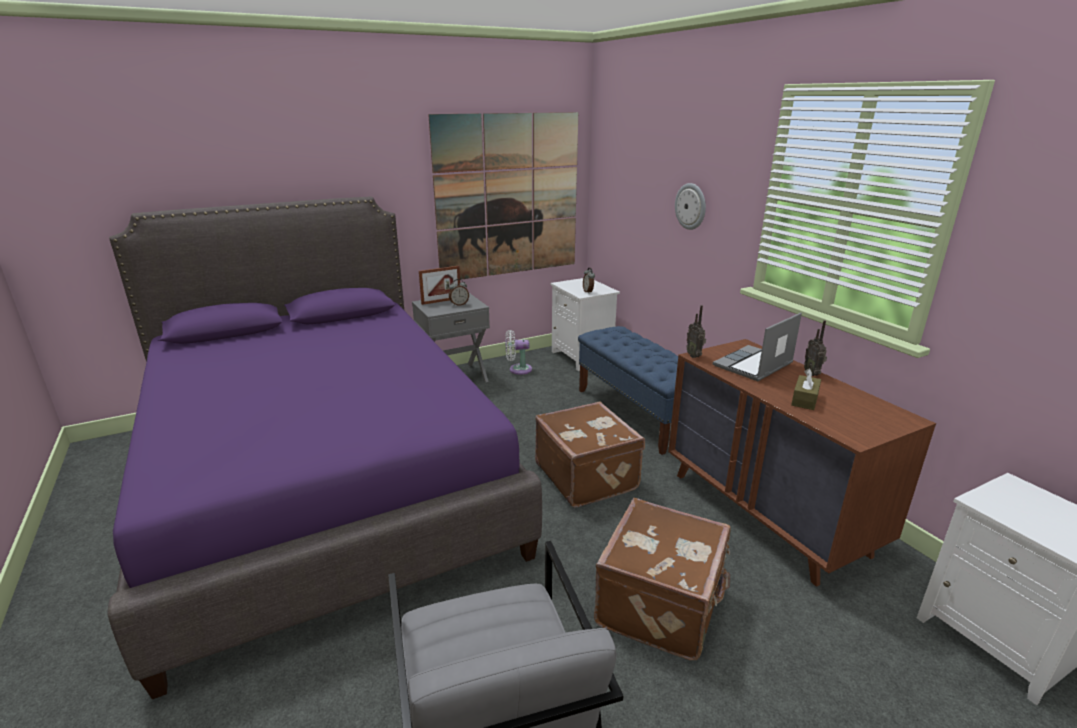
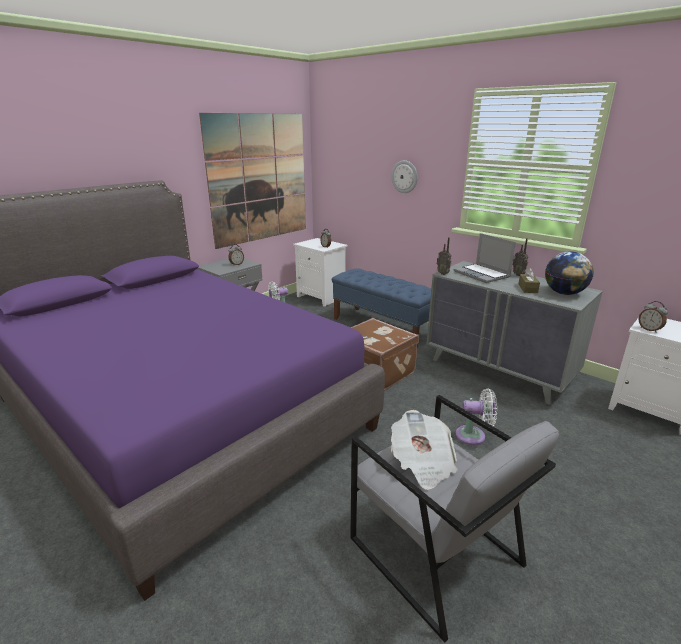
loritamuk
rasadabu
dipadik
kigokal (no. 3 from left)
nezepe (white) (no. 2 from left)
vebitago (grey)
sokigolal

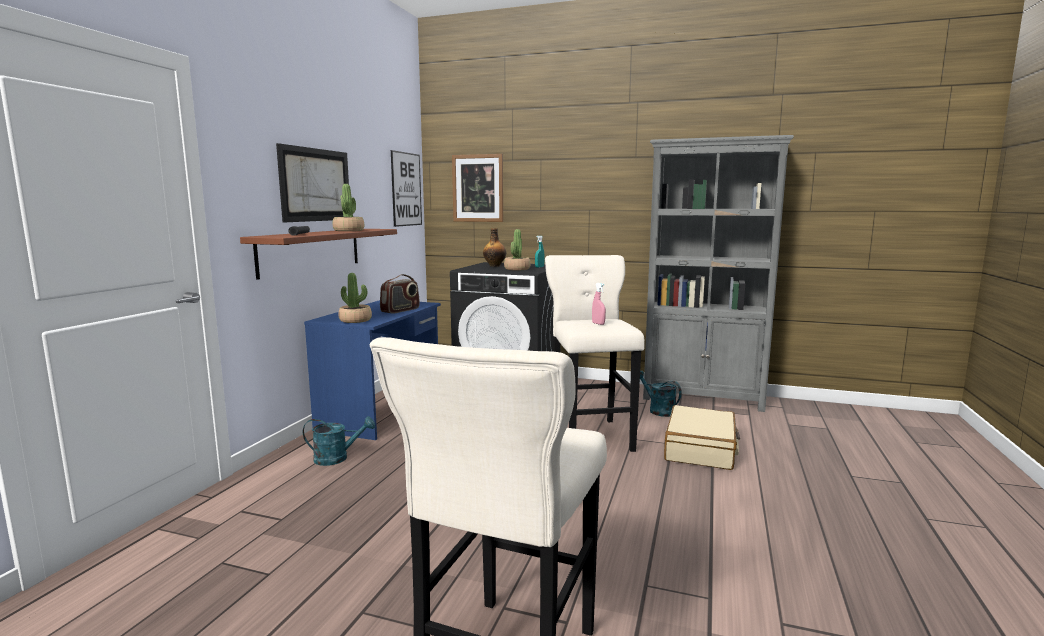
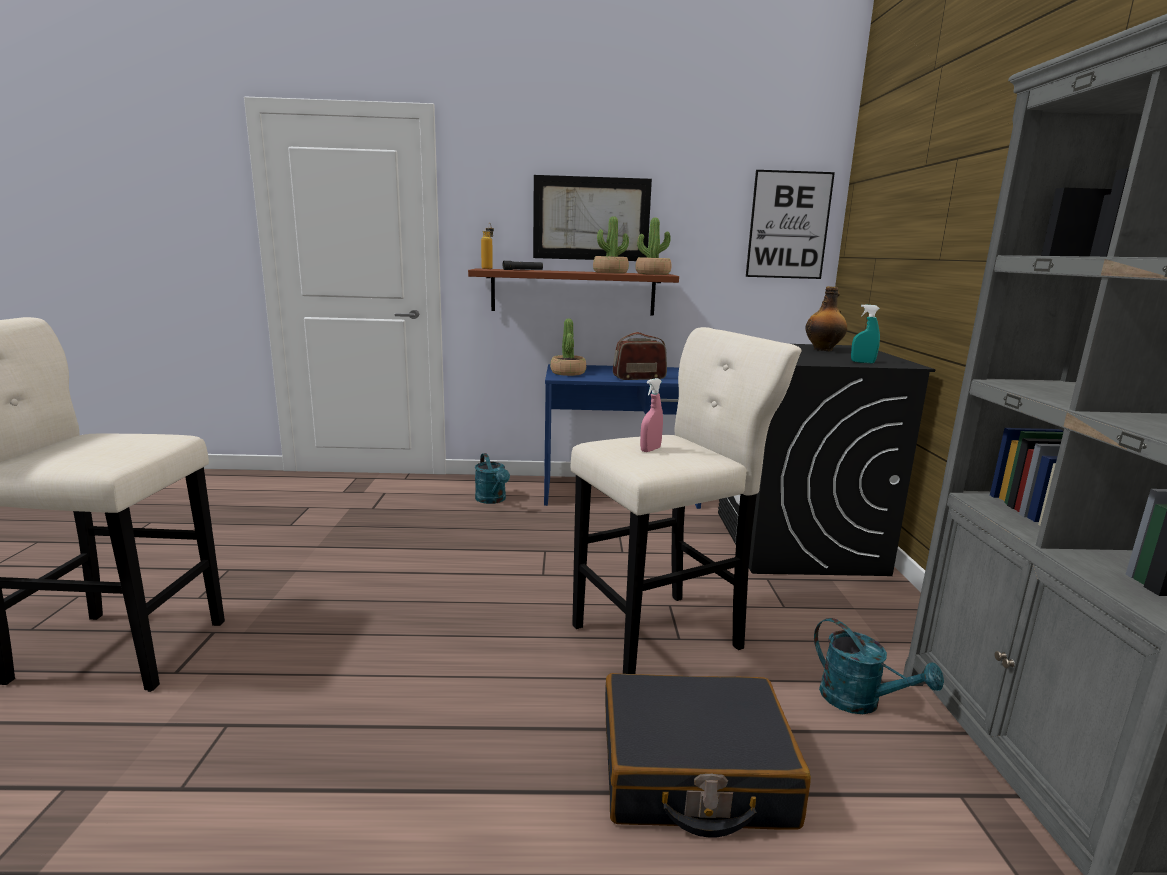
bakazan (no. 3 from left in the first image)
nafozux (no. 1 from left)
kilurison (no. 3 from left)
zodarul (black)
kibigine
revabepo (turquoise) (no. 2 from left)

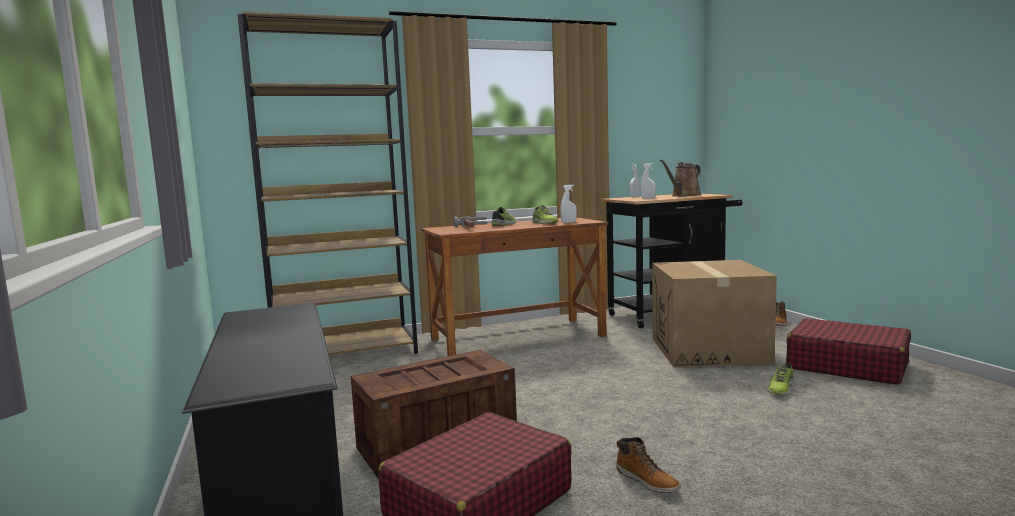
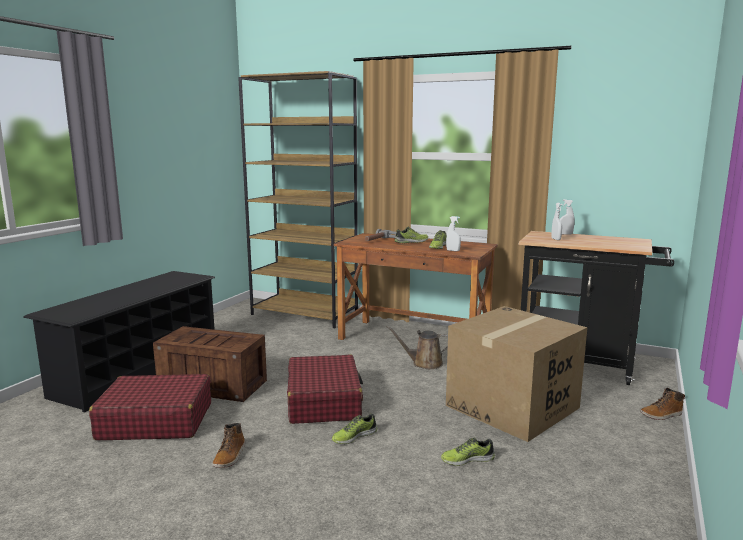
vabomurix (no. 1 from left)
revabepo (brown)
zodarul (red) (no. 2 from left)

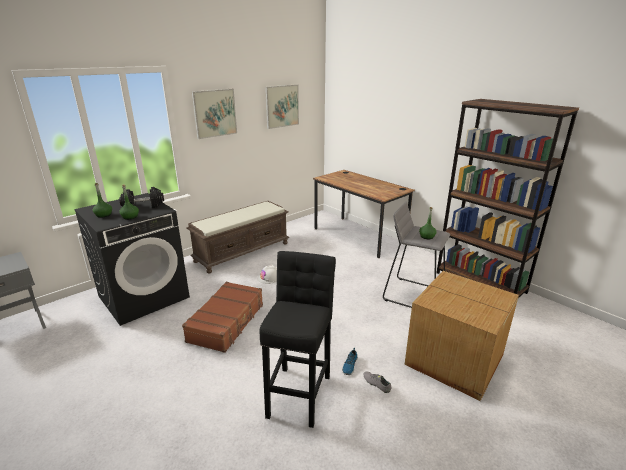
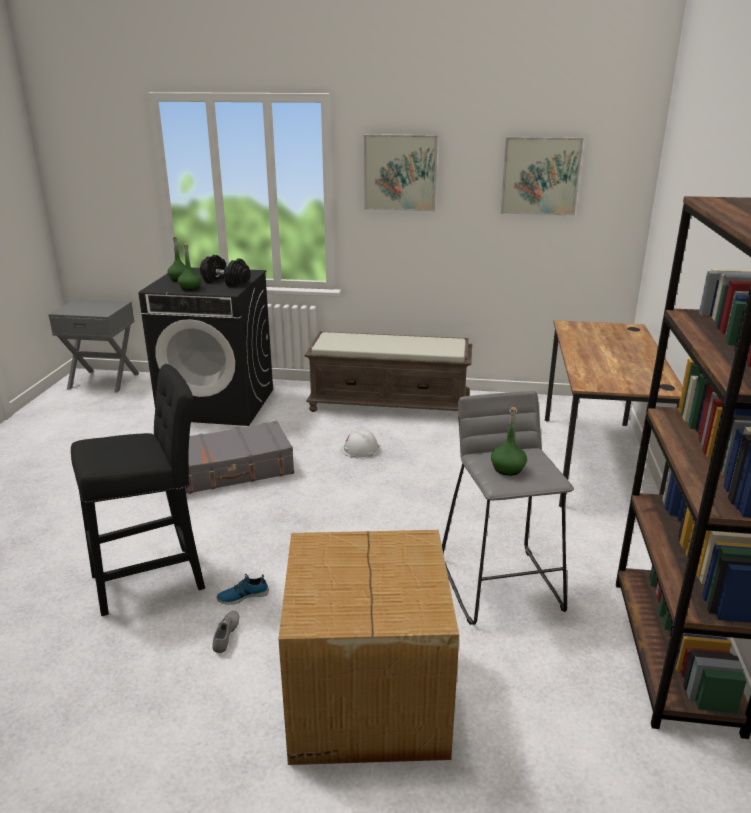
zodarul (grey)

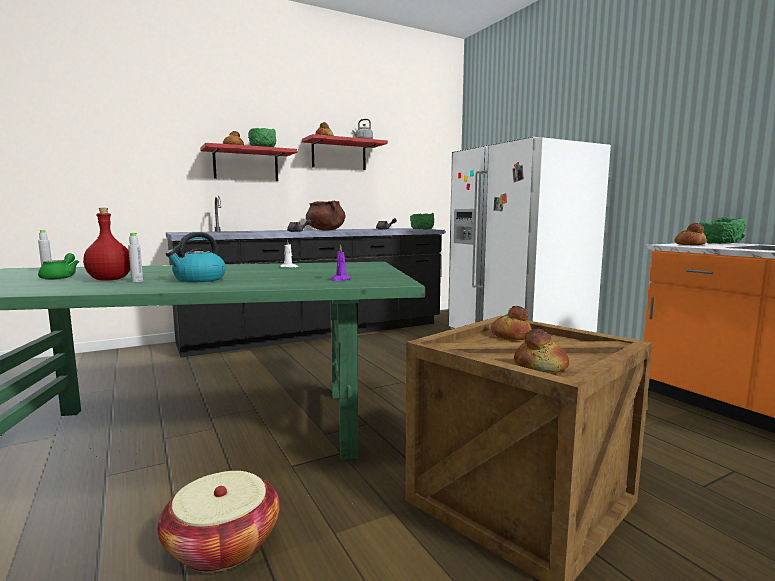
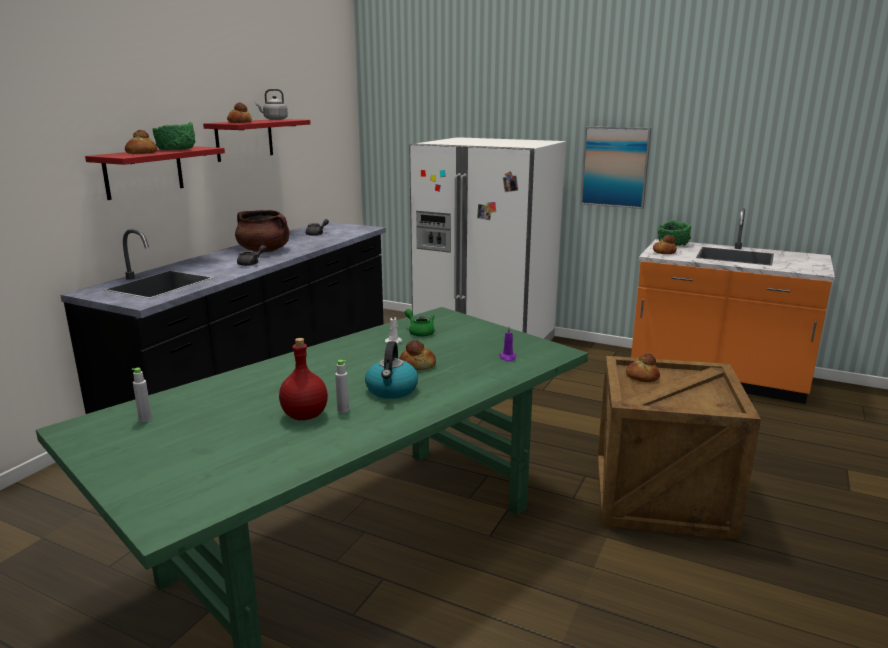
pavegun
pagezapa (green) (no. 2 from left in the first image)
bakazan
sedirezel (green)
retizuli (no. 3 from left)

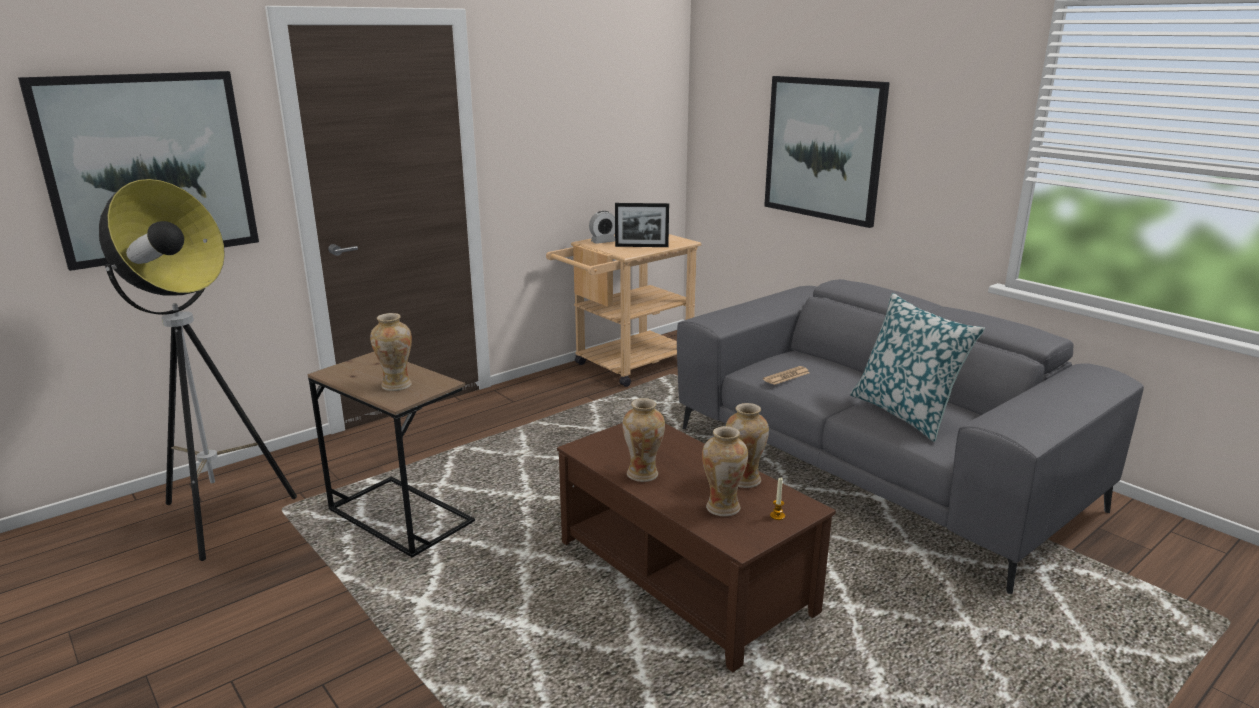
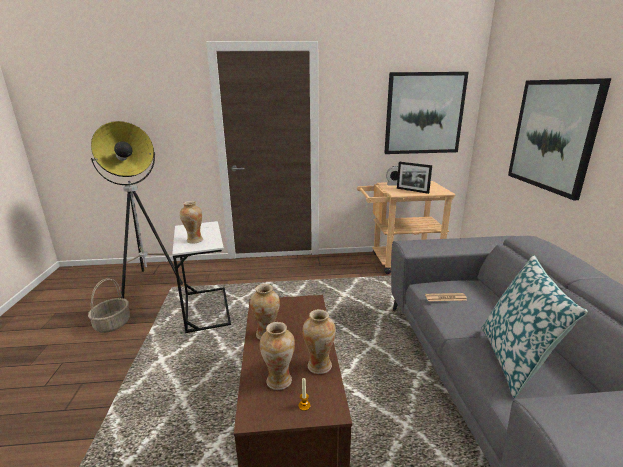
pavegun
bakazan (no. 1 from left)
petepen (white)

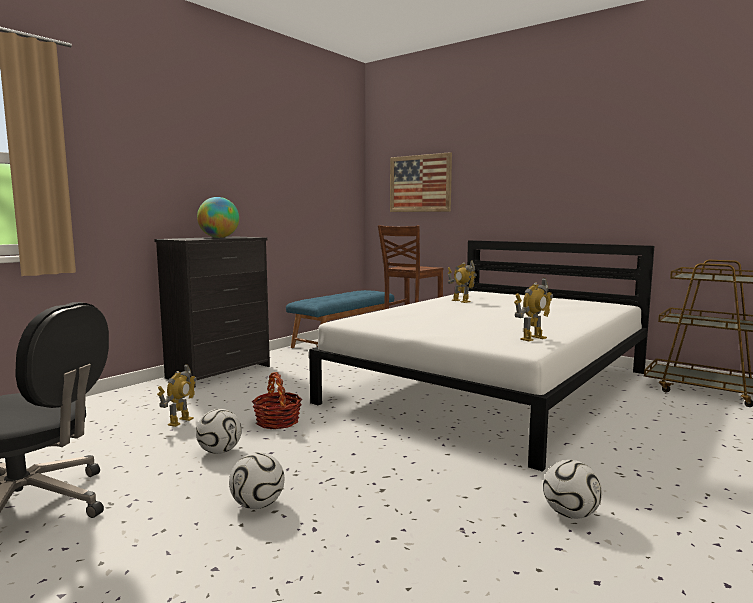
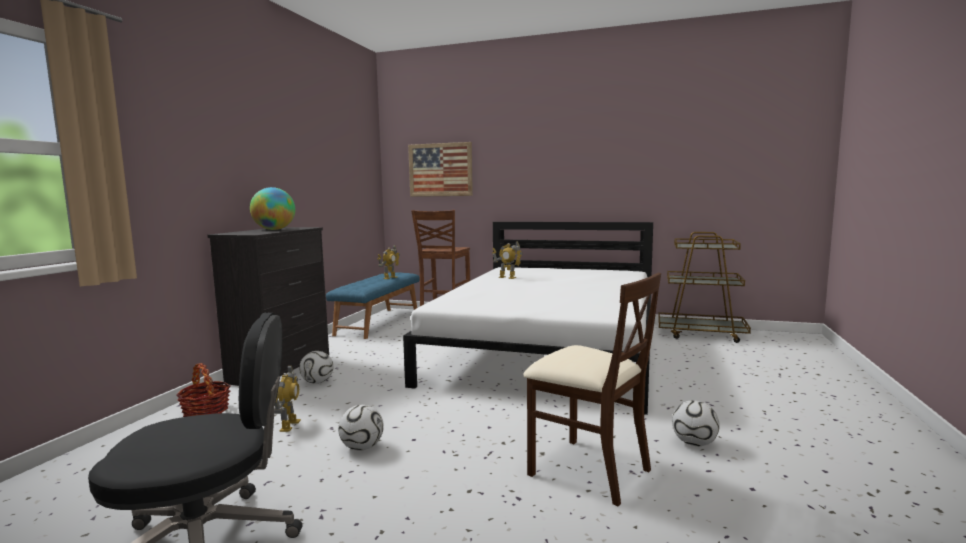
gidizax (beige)
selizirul (no. 1 from left)
pavegun
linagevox (no. 2 from left)

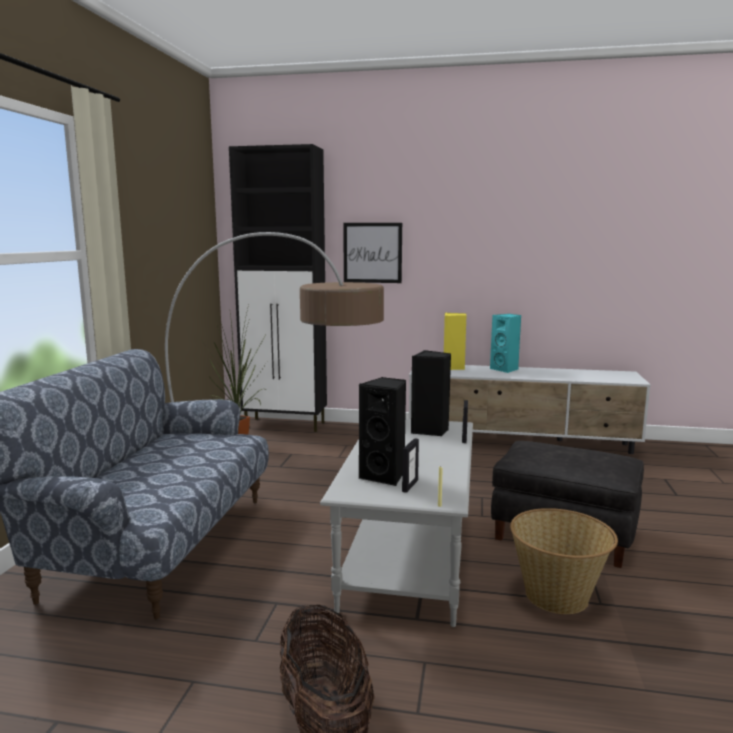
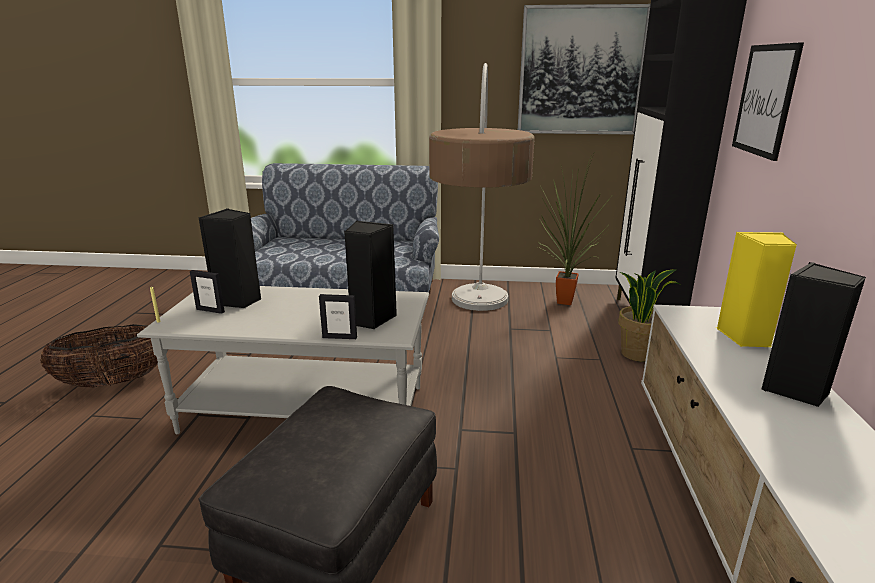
pavegun (no. 2 from left in the first image)
bakazan (no. 1 from left)
kilurison (no. 2 from left)
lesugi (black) (no. 3 from left)

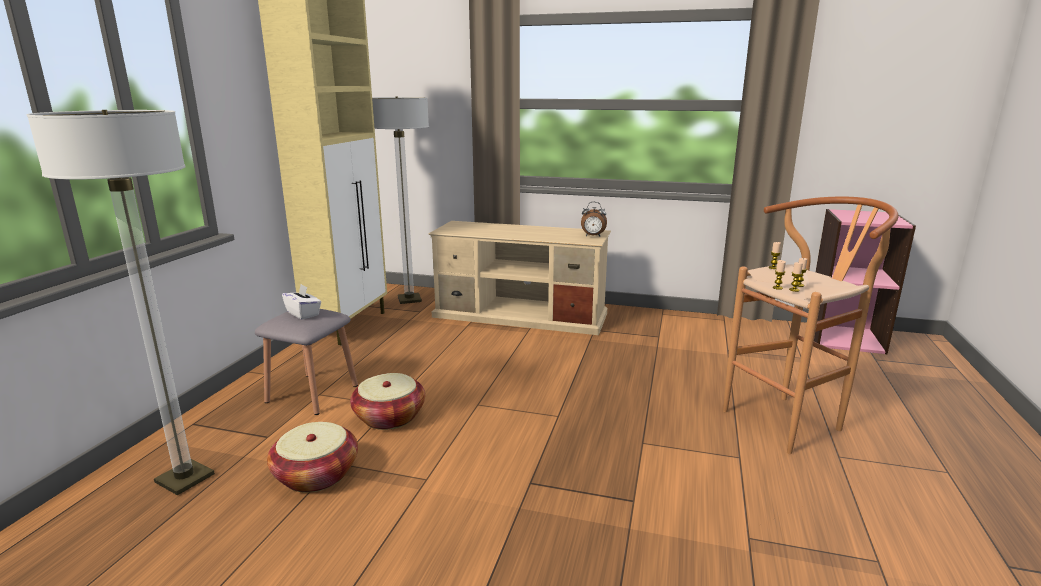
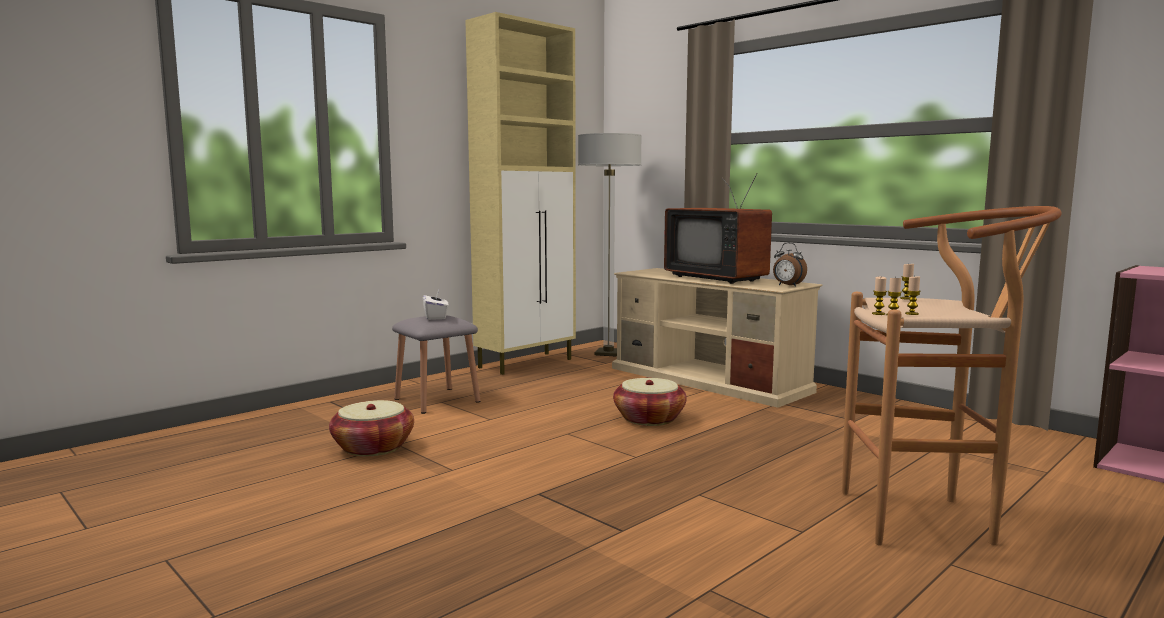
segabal (no. 1 from left in the first image)
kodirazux
pavegun (no. 2 from left)

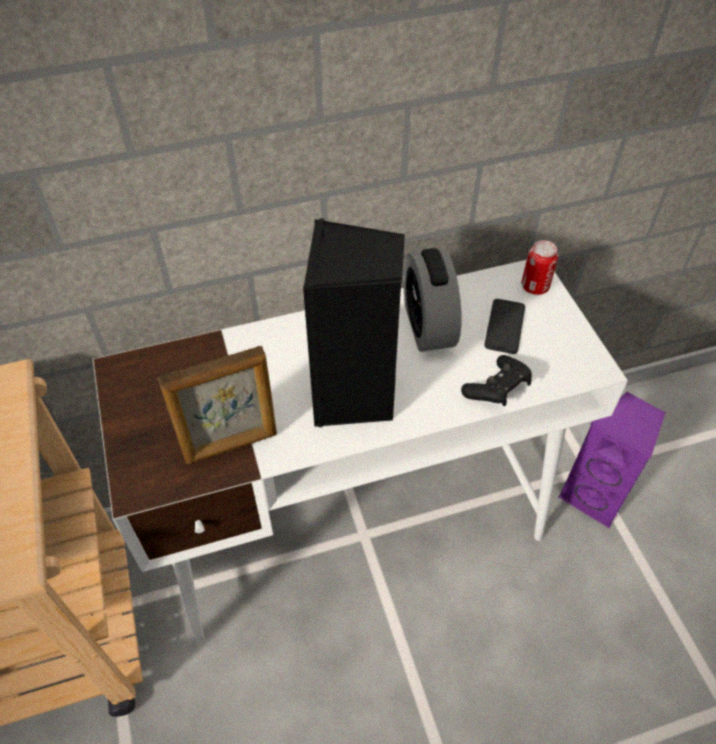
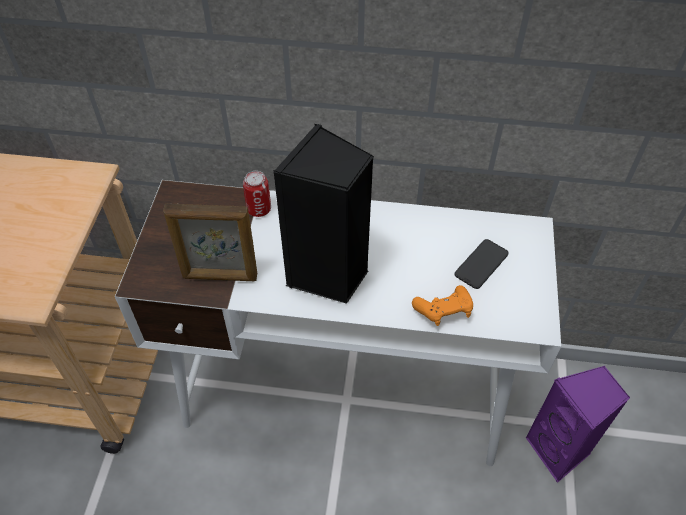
kigokal
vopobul
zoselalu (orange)

